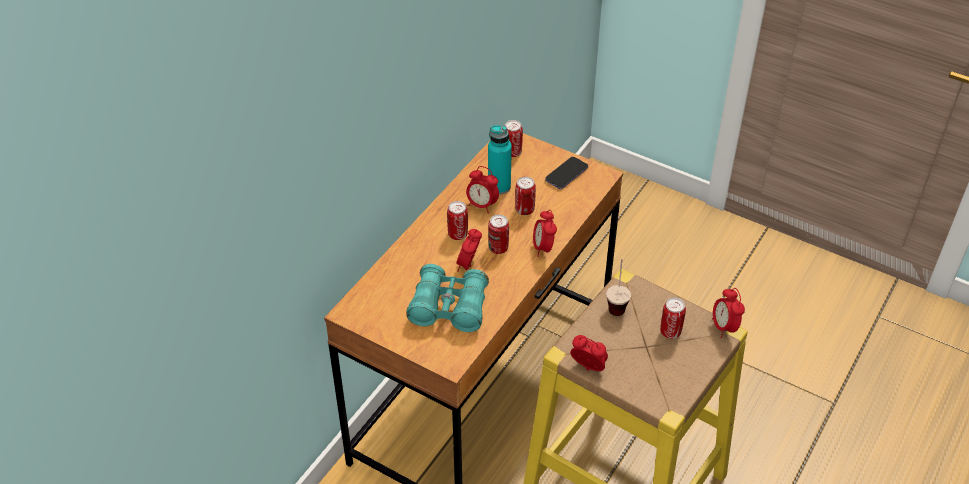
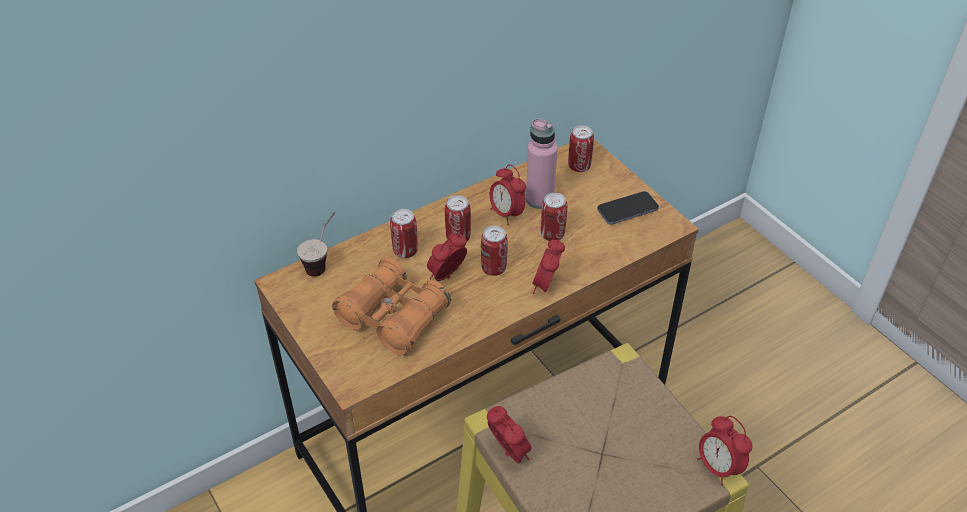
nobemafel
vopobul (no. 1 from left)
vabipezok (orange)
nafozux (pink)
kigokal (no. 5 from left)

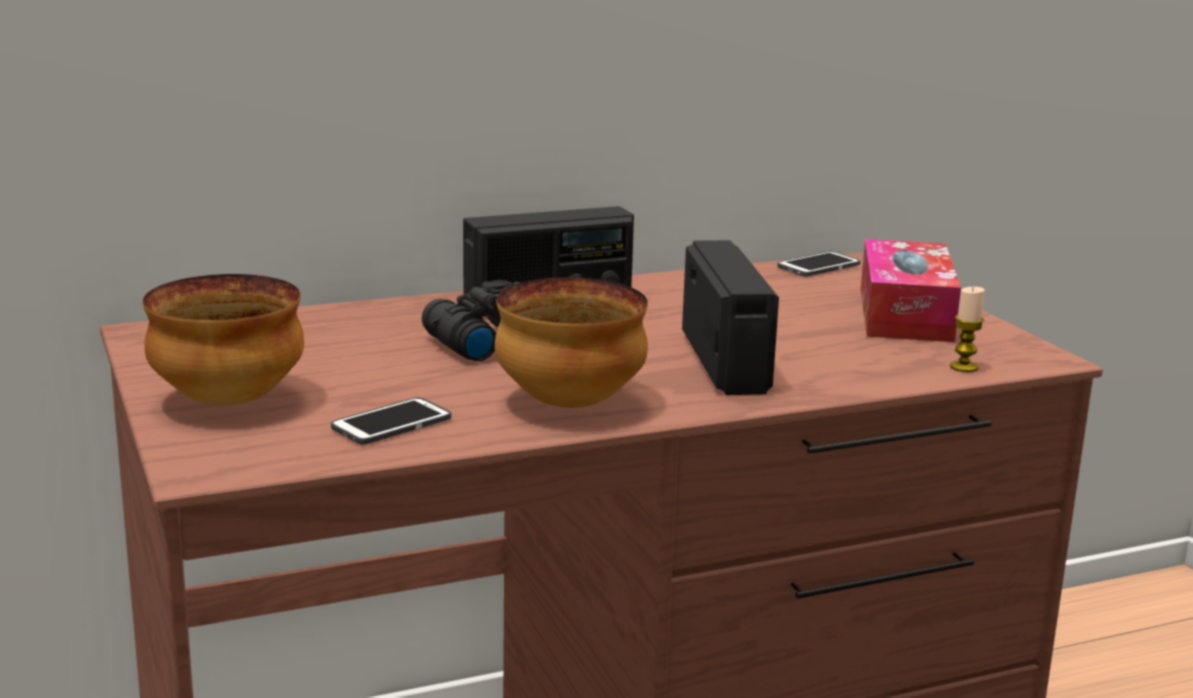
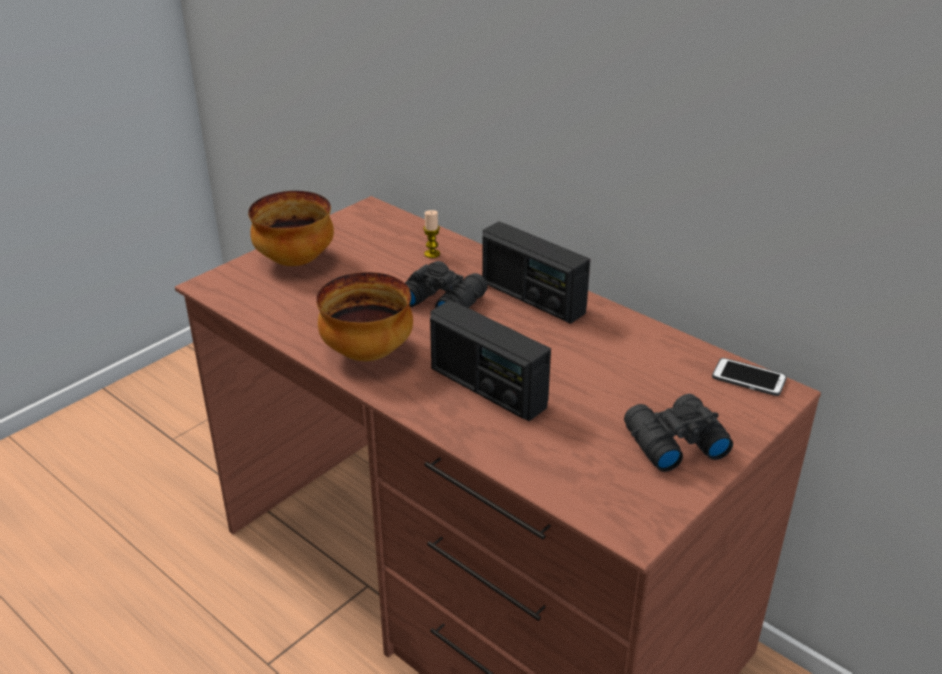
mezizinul (no. 1 from left in the first image)
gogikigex
vabipezok (black) (no. 2 from left)
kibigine (no. 1 from left)

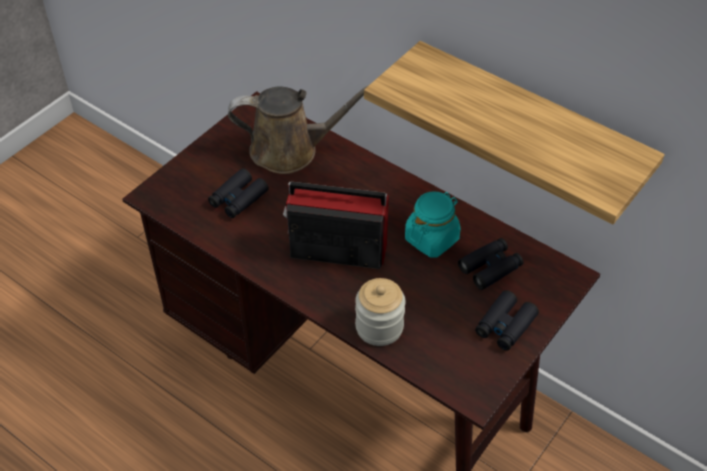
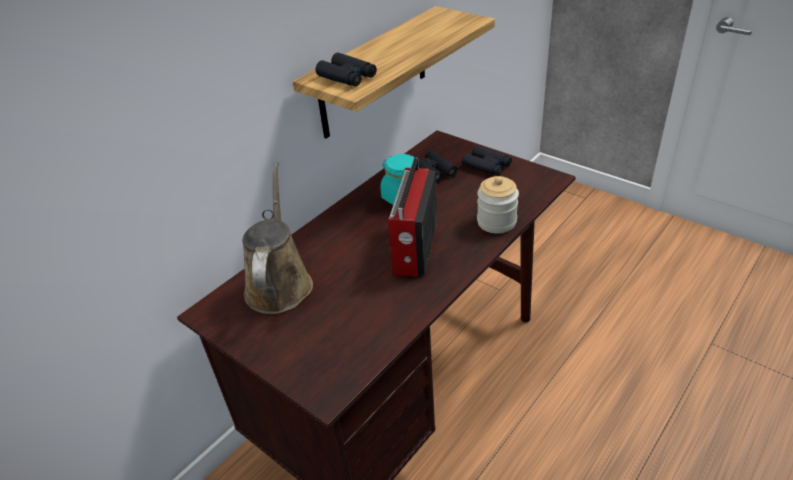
vabipezok (black) (no. 1 from left)

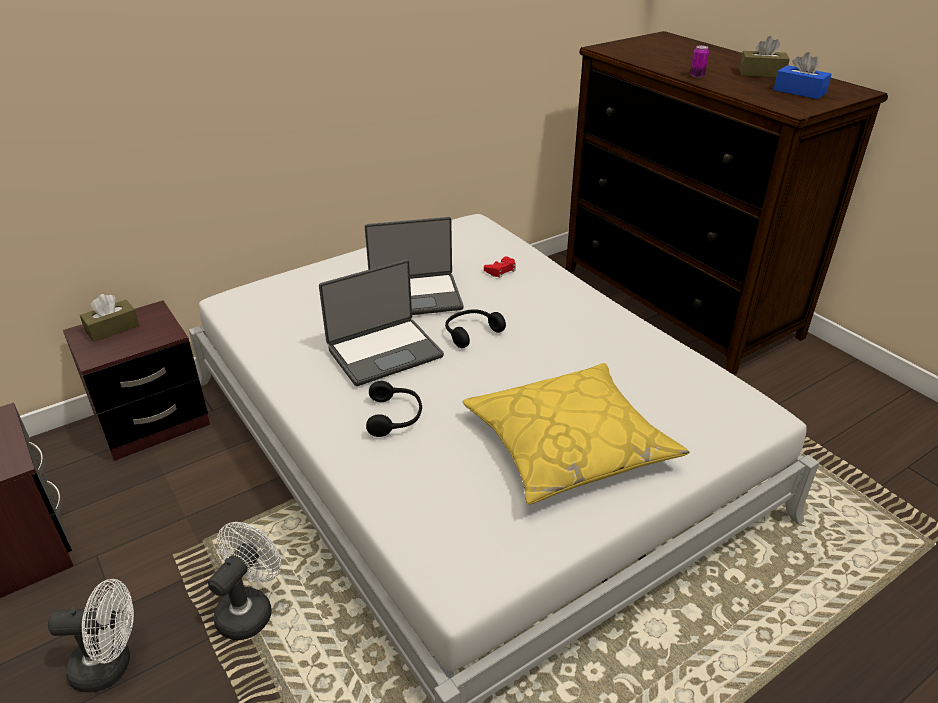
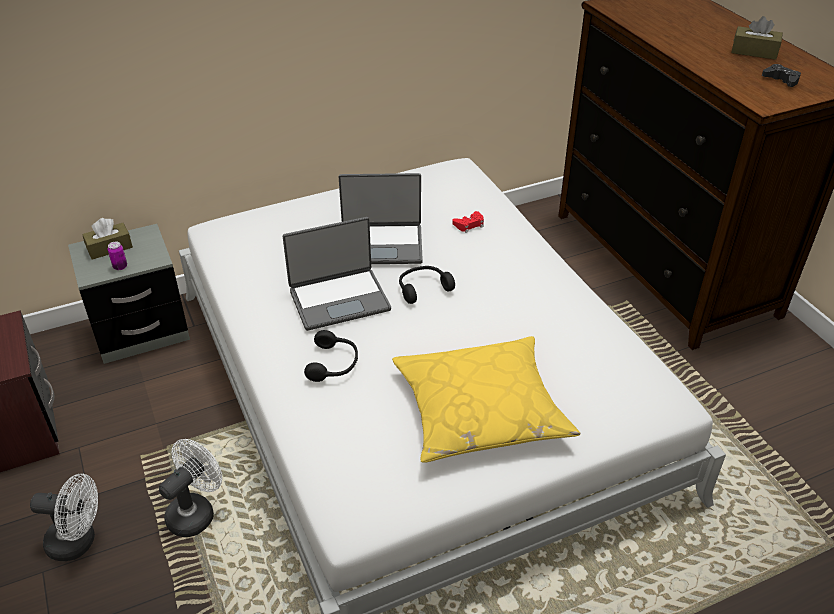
vopobul
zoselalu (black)
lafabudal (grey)

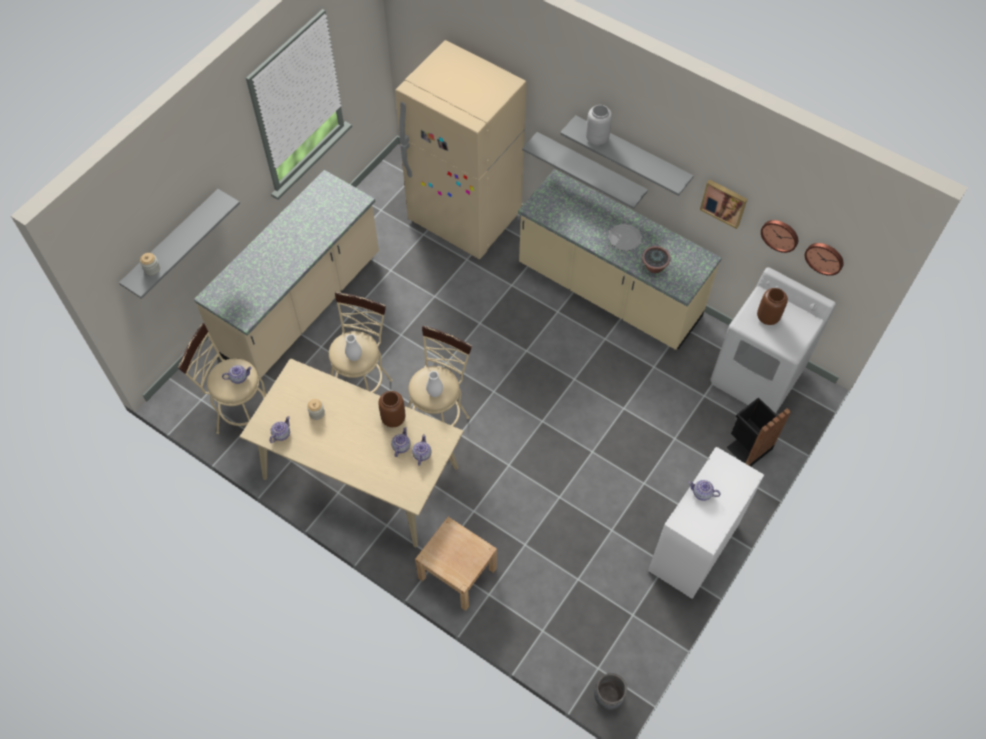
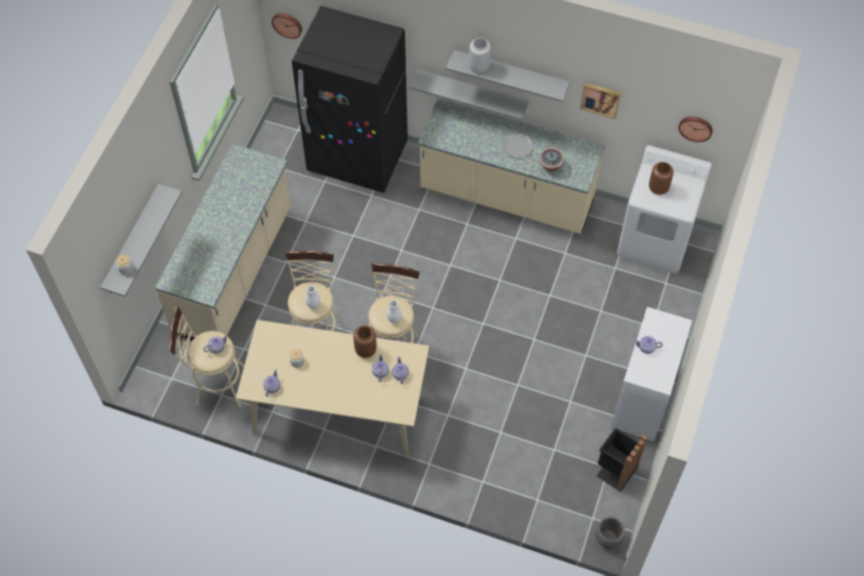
lafabudal (beige)
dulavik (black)
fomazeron (no. 1 from left)
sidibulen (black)

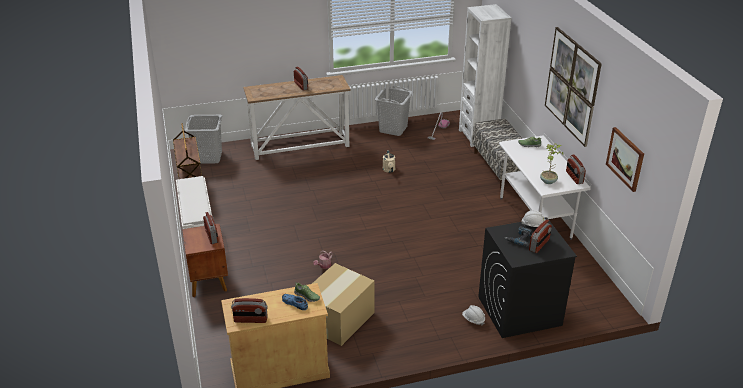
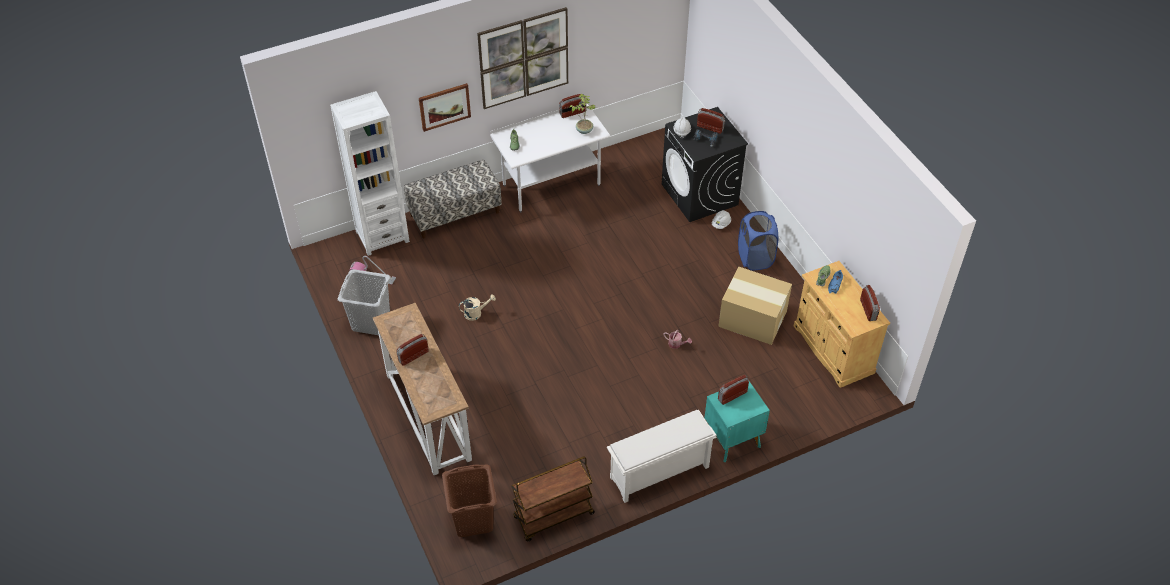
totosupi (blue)
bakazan (no. 1 from left)
lafabudal (turquoise)
totosupi (brown)

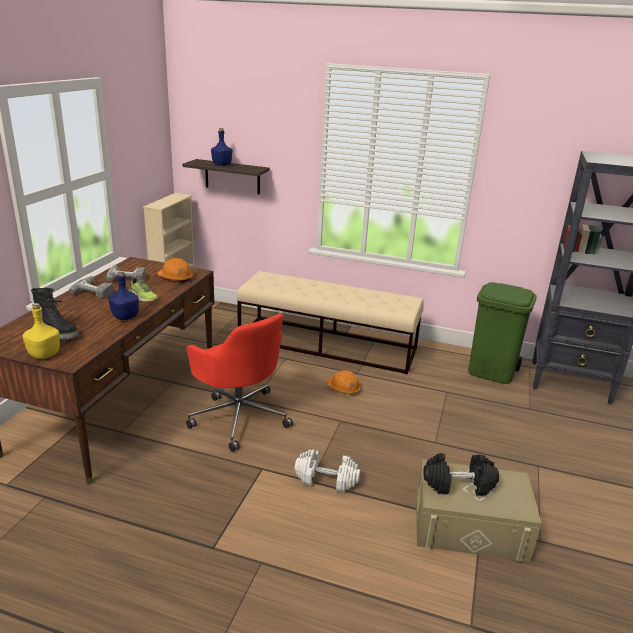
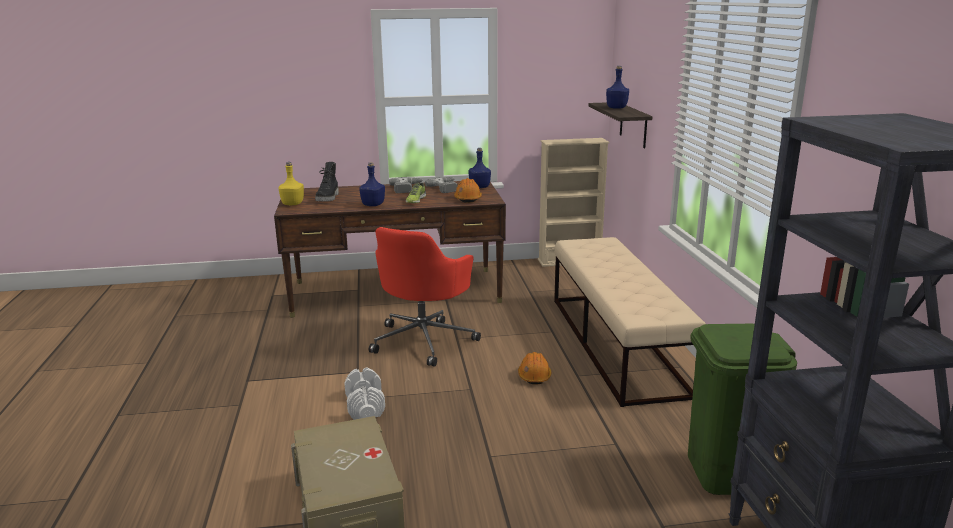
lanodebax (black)
nafozux (blue) (no. 2 from left)

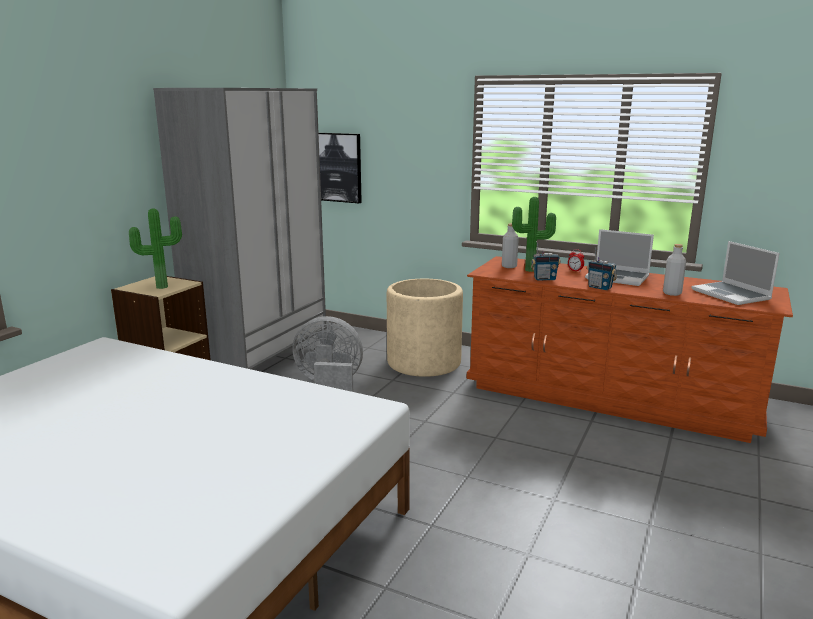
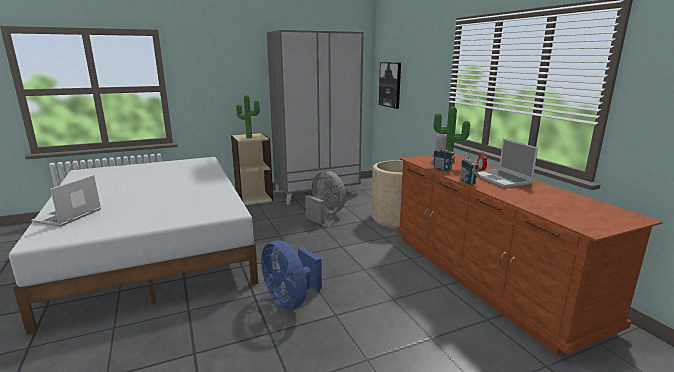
nafozux (grey) (no. 2 from left in the first image)
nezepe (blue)
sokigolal (no. 1 from left)

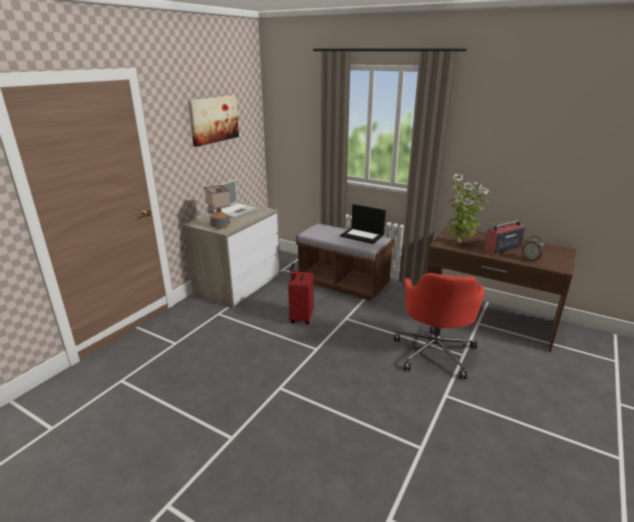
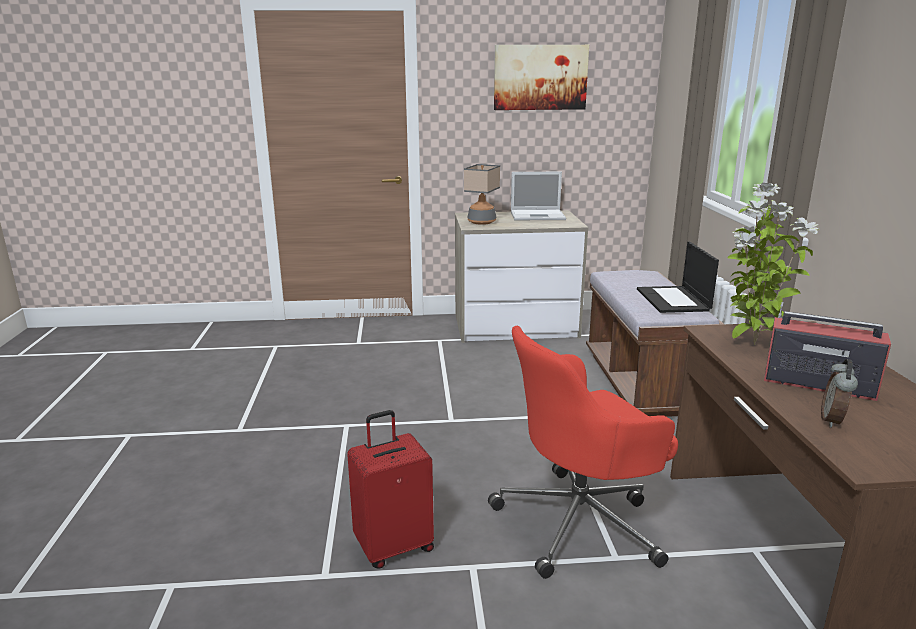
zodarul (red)

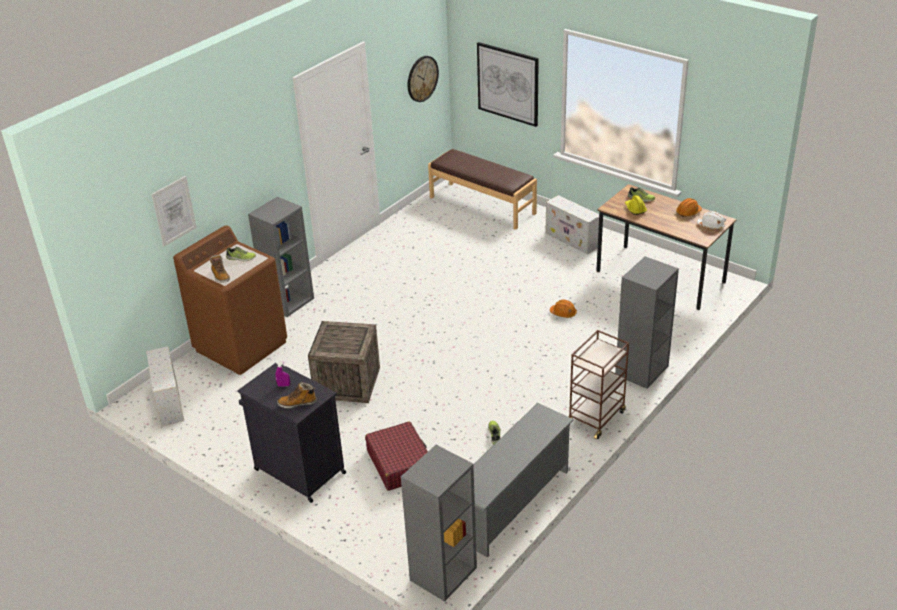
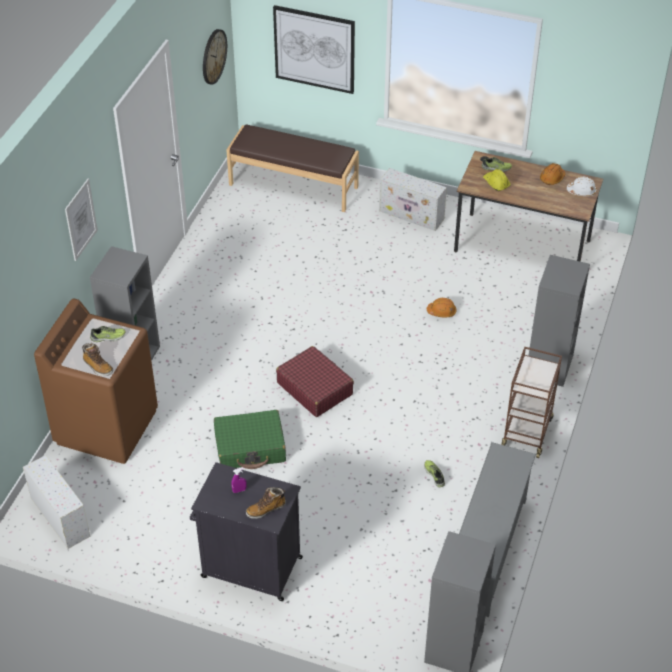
bakazan (no. 1 from left)
zodarul (red)
zodarul (green)

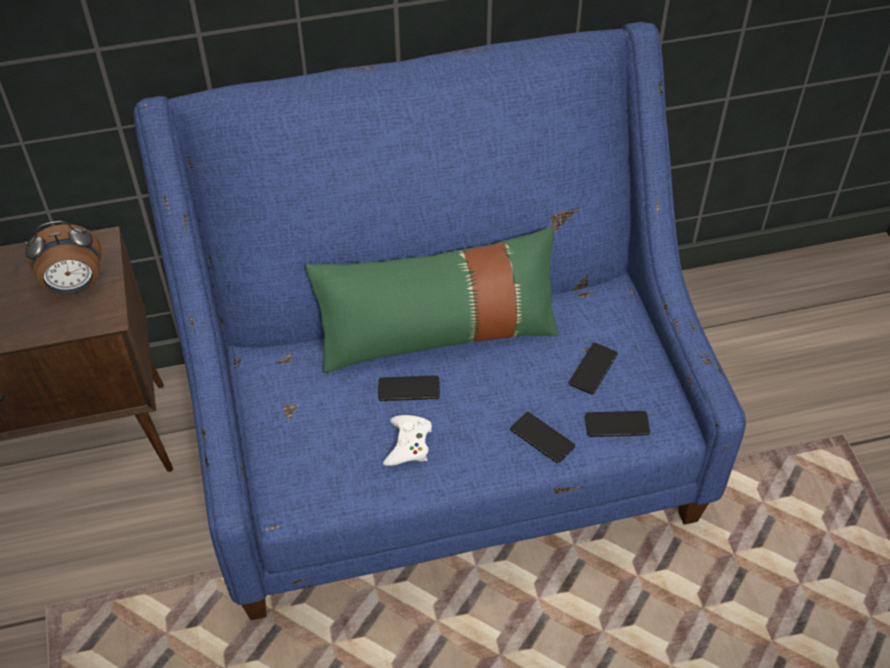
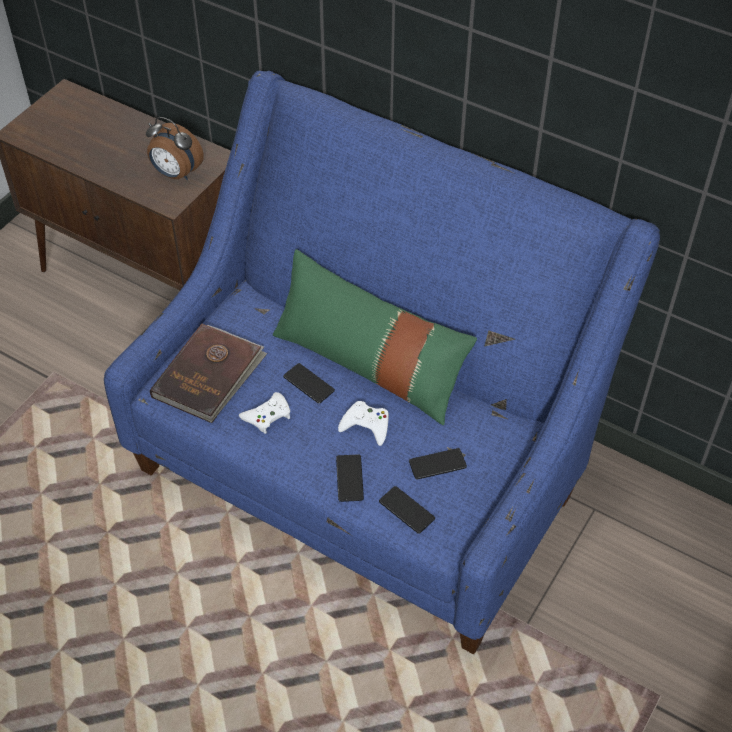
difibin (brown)
zoselalu (white) (no. 2 from left)

